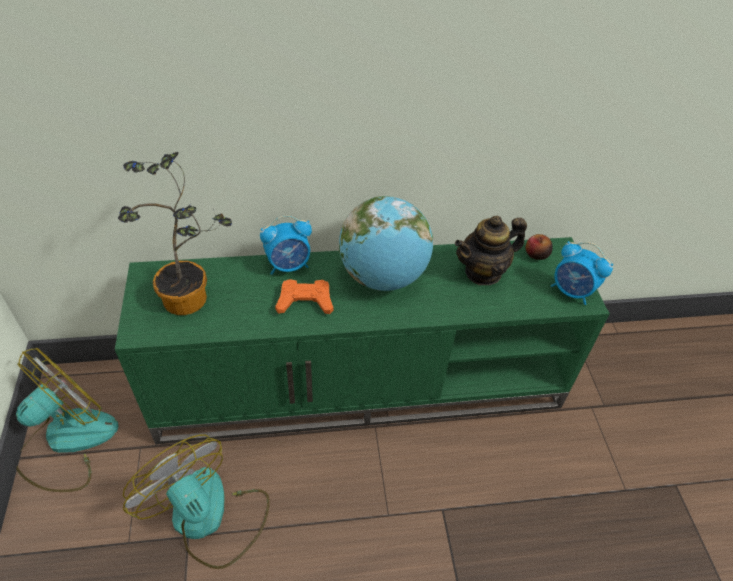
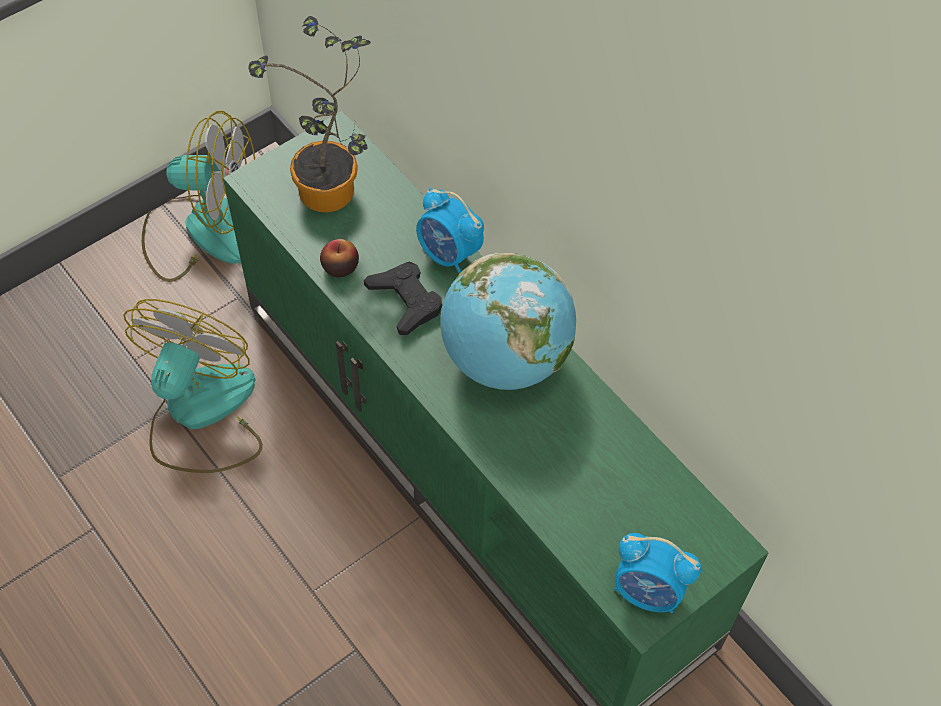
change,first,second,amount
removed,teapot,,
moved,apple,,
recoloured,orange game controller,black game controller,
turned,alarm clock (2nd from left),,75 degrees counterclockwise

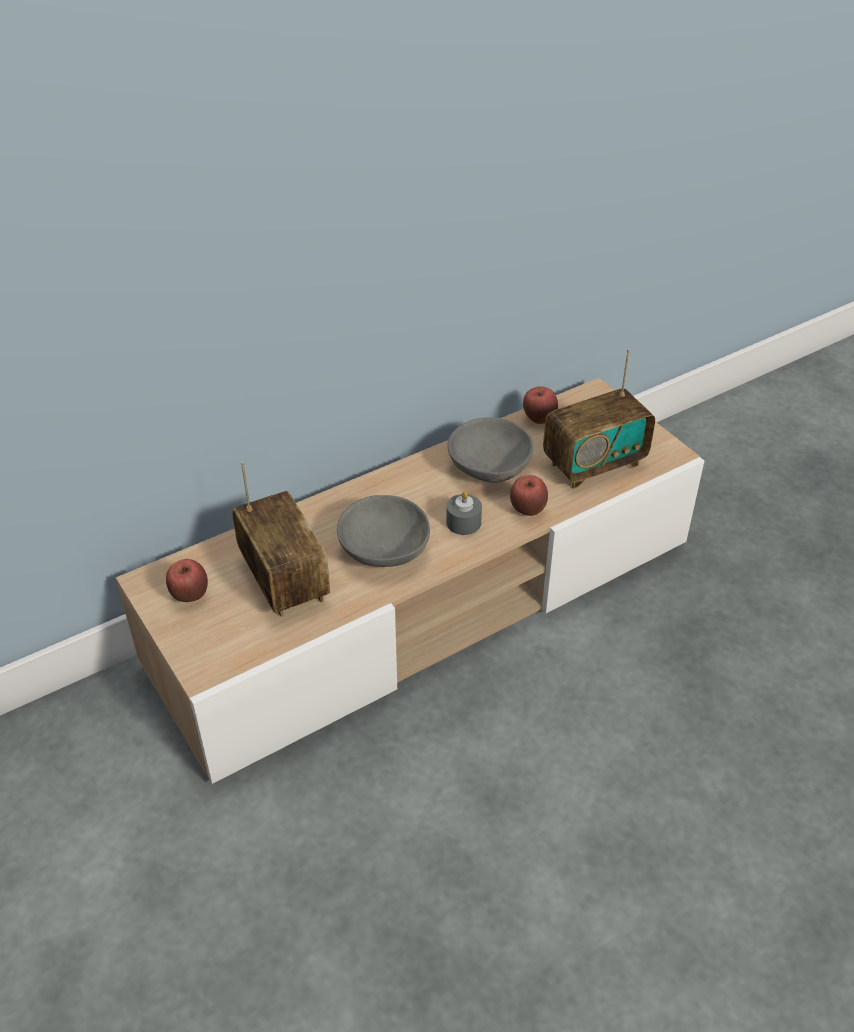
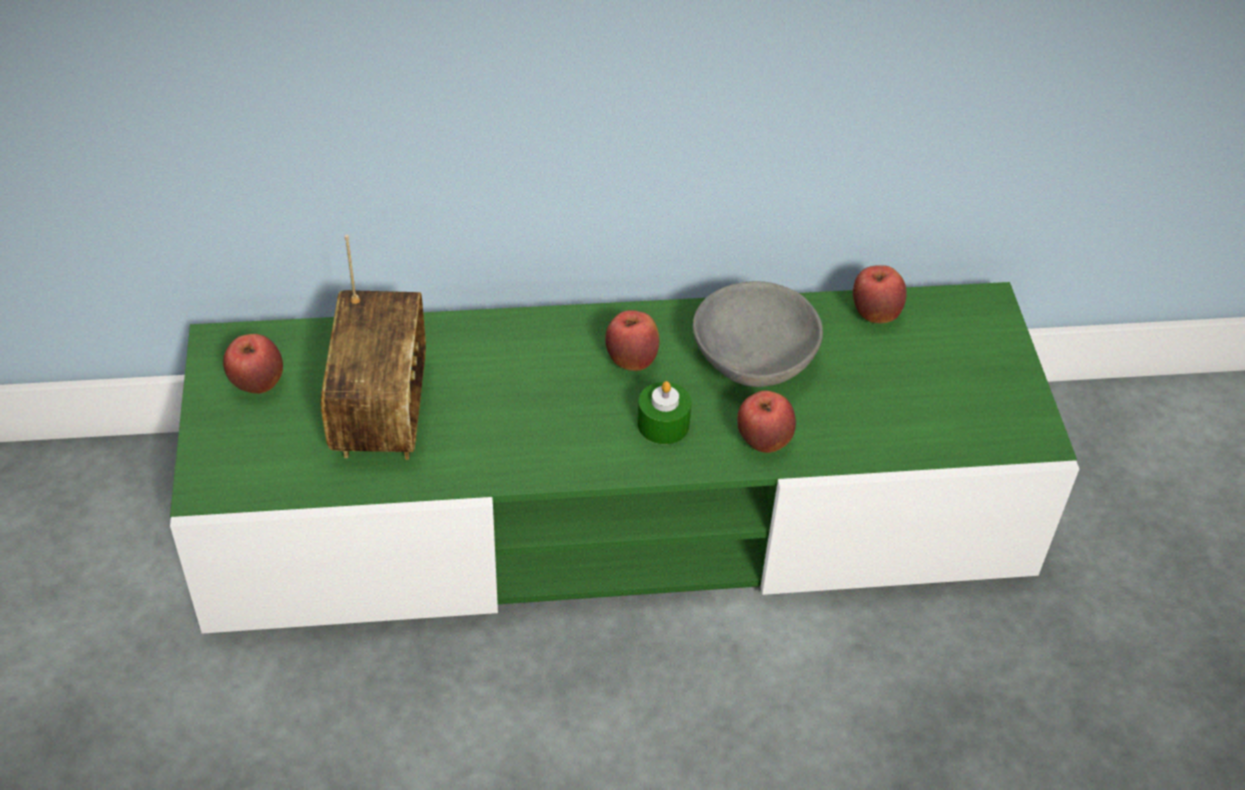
change,first,second,amount
removed,grey bowl (1st from left),,
removed,radio (2nd from left),,
added,,apple (2nd from left),
recoloured,beige tv stand,green tv stand,
recoloured,grey candle,green candle,

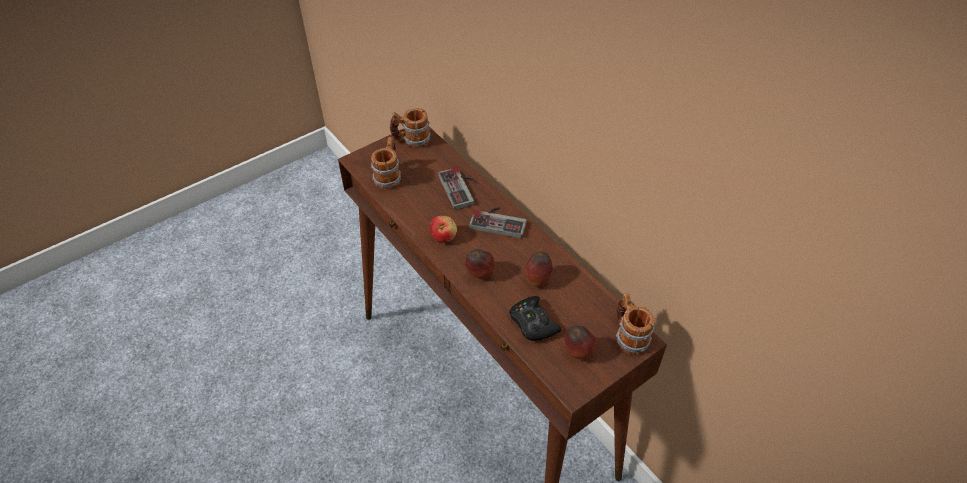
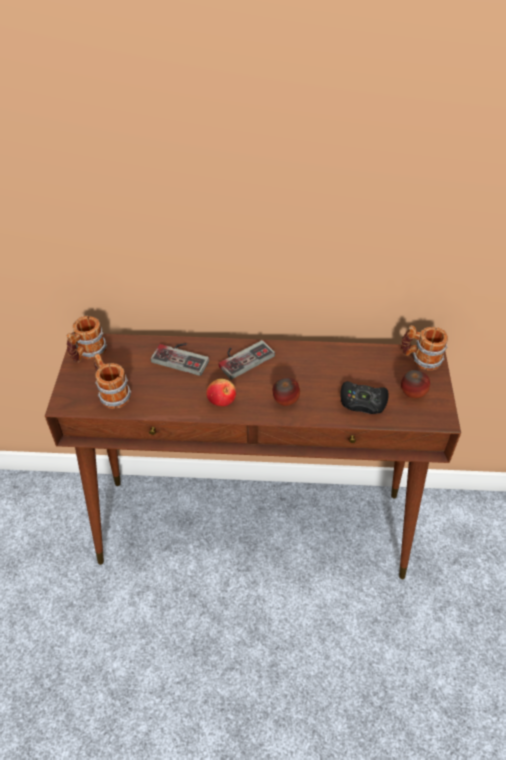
change,first,second,amount
removed,apple (3rd from left),,

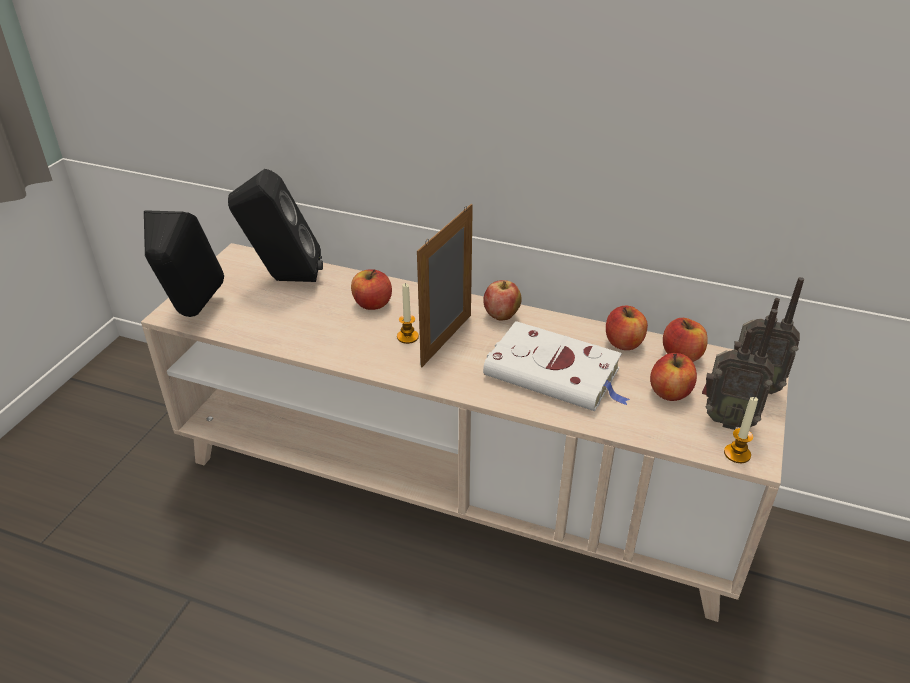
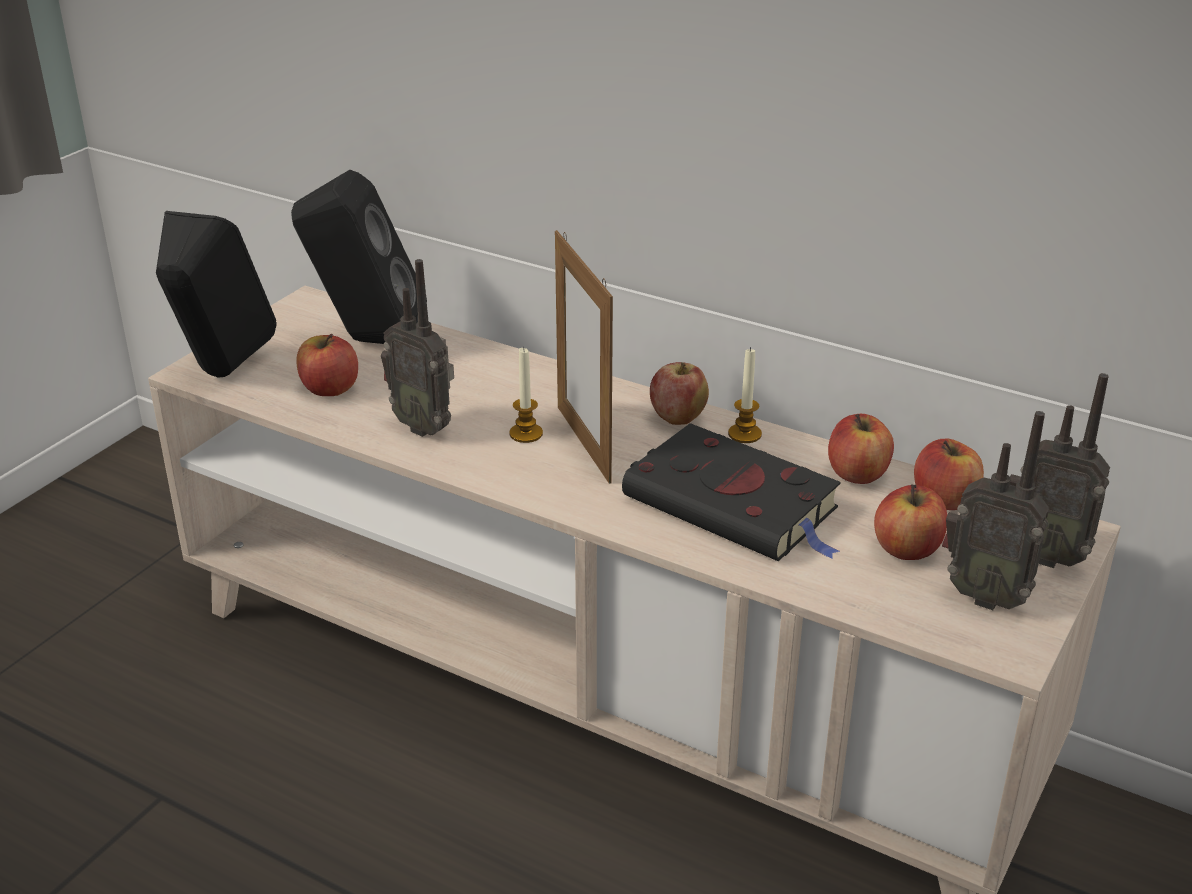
change,first,second,amount
added,,radio (1st from left),
moved,apple (1st from left),,
moved,candle (2nd from left),,
recoloured,white book,black book,
turned,picture frame,,60 degrees counterclockwise

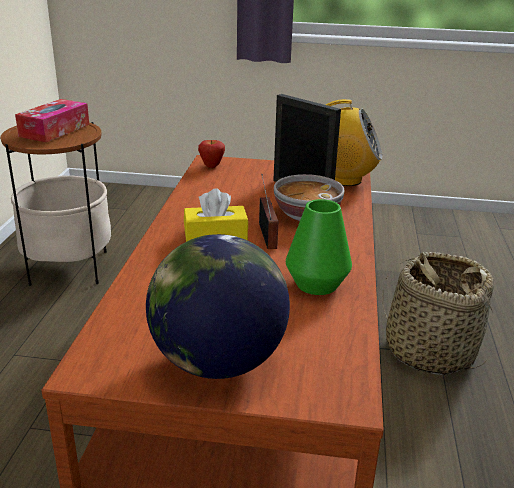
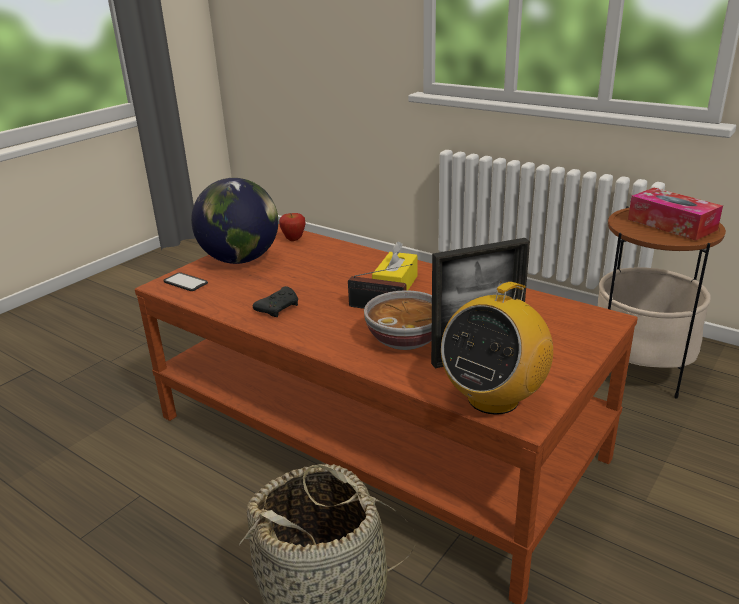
change,first,second,amount
added,,phone,
moved,apple,,
replaced,green vase,black game controller,

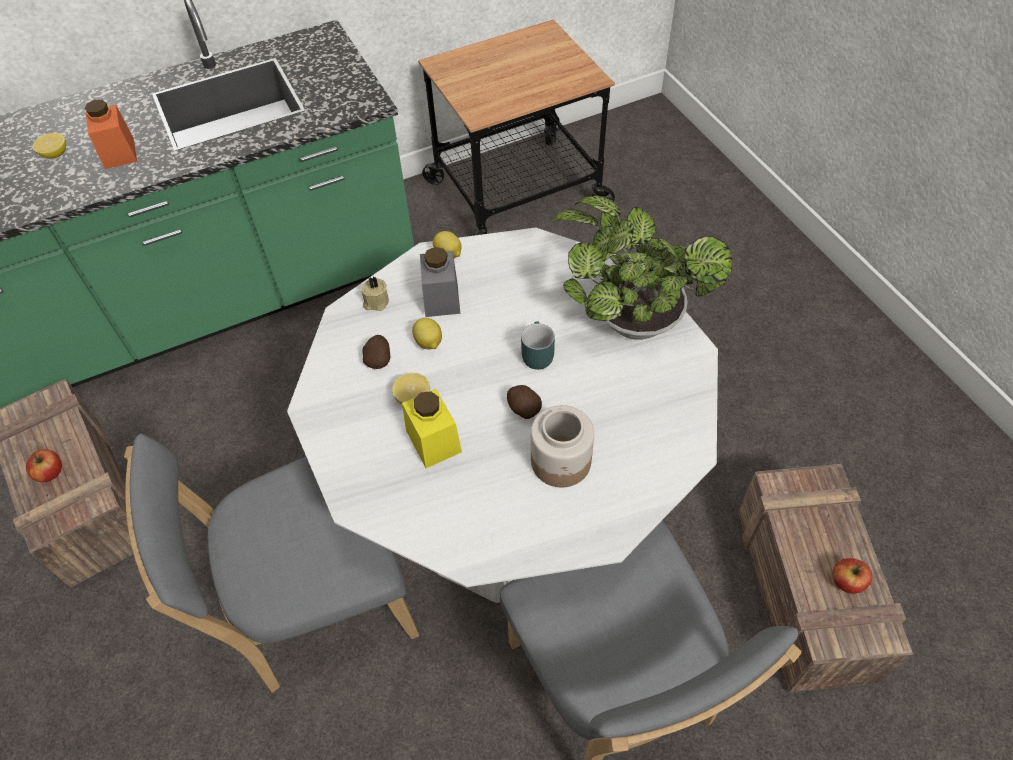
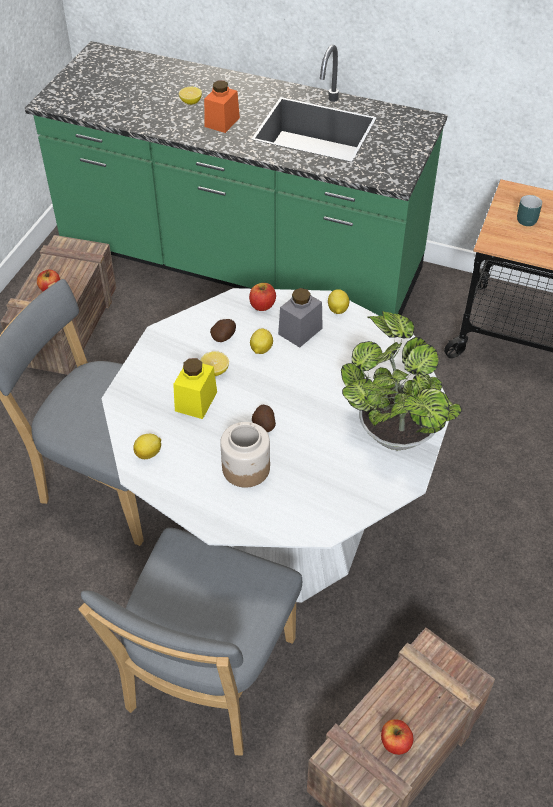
change,first,second,amount
added,,lemon (1st from left),
moved,turquoise mug,,
replaced,beige candle,apple (2nd from left),

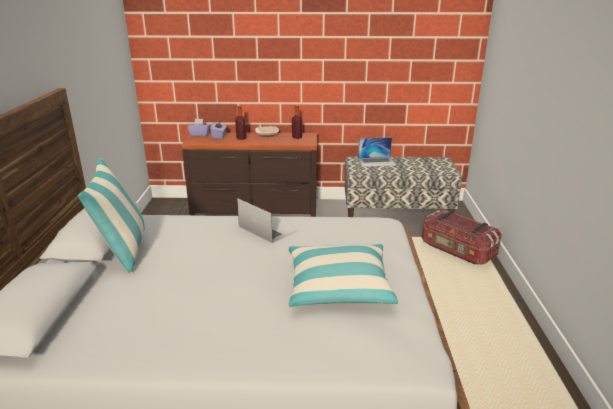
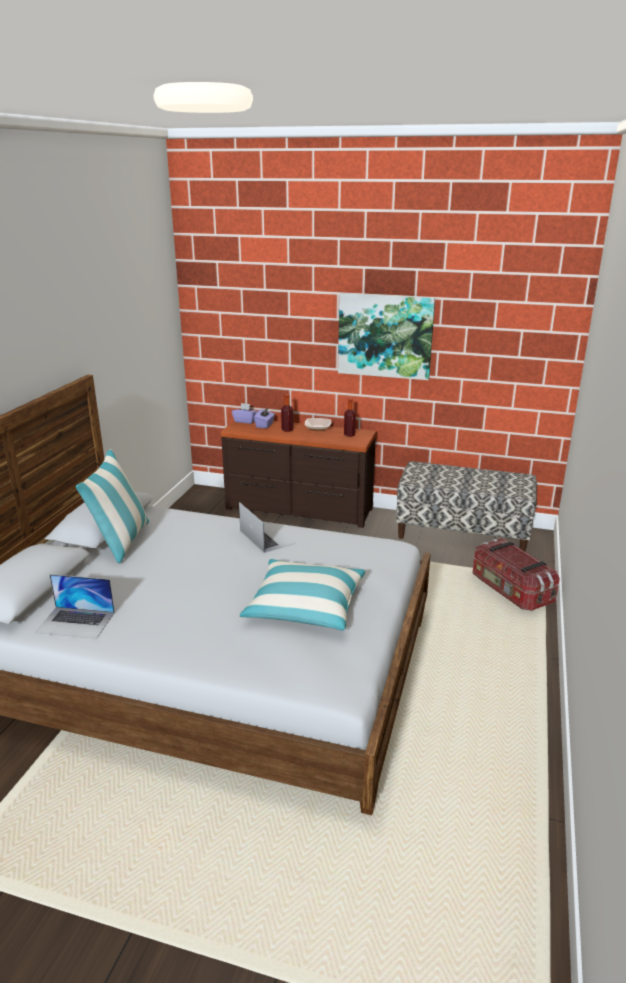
change,first,second,amount
added,,picture,
moved,laptop (2nd from left in the first image),laptop (1st from left),

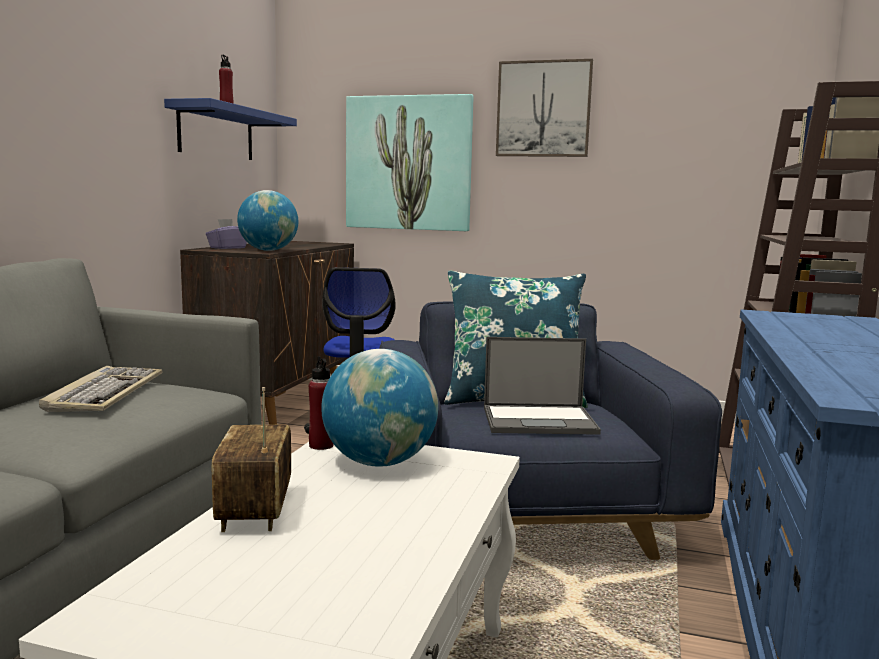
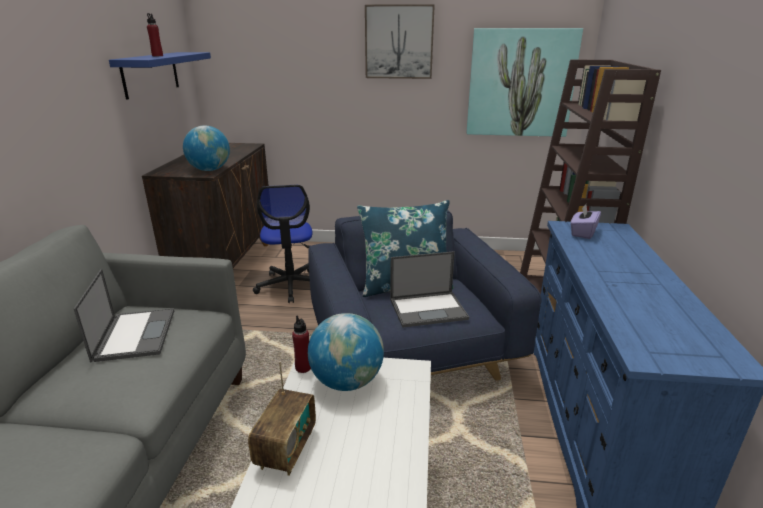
change,first,second,amount
moved,purple tissue box,,
moved,picture (1st from left in the first image),picture (2nd from left),
replaced,keyboard,laptop (1st from left),
turned,radio,,150 degrees counterclockwise

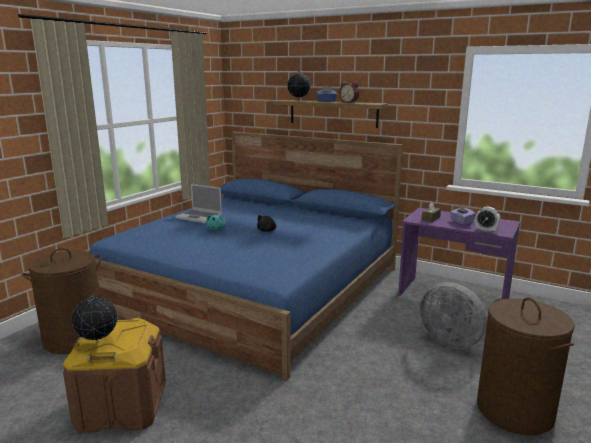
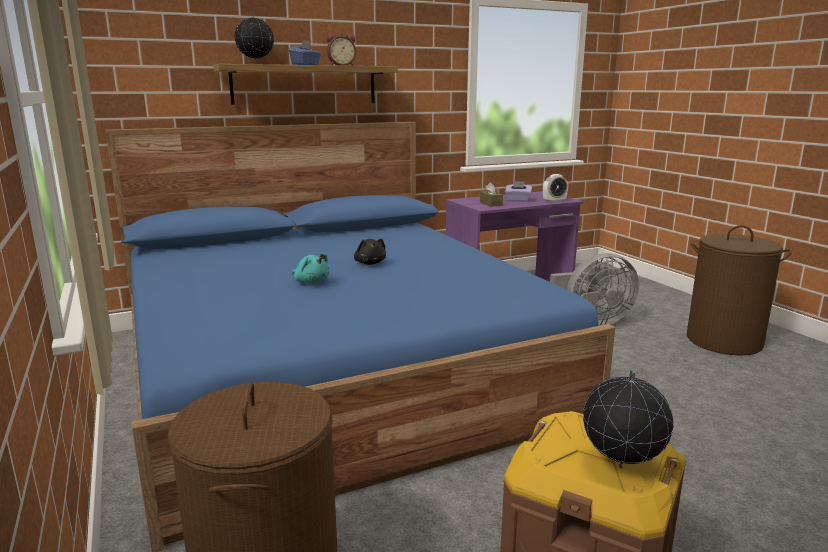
change,first,second,amount
removed,laptop,,

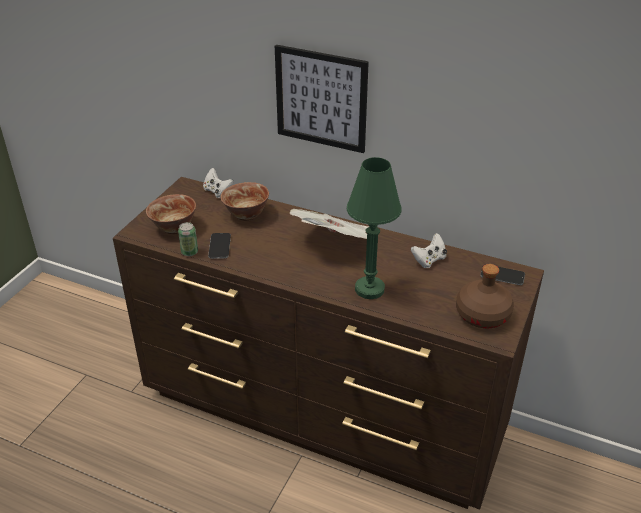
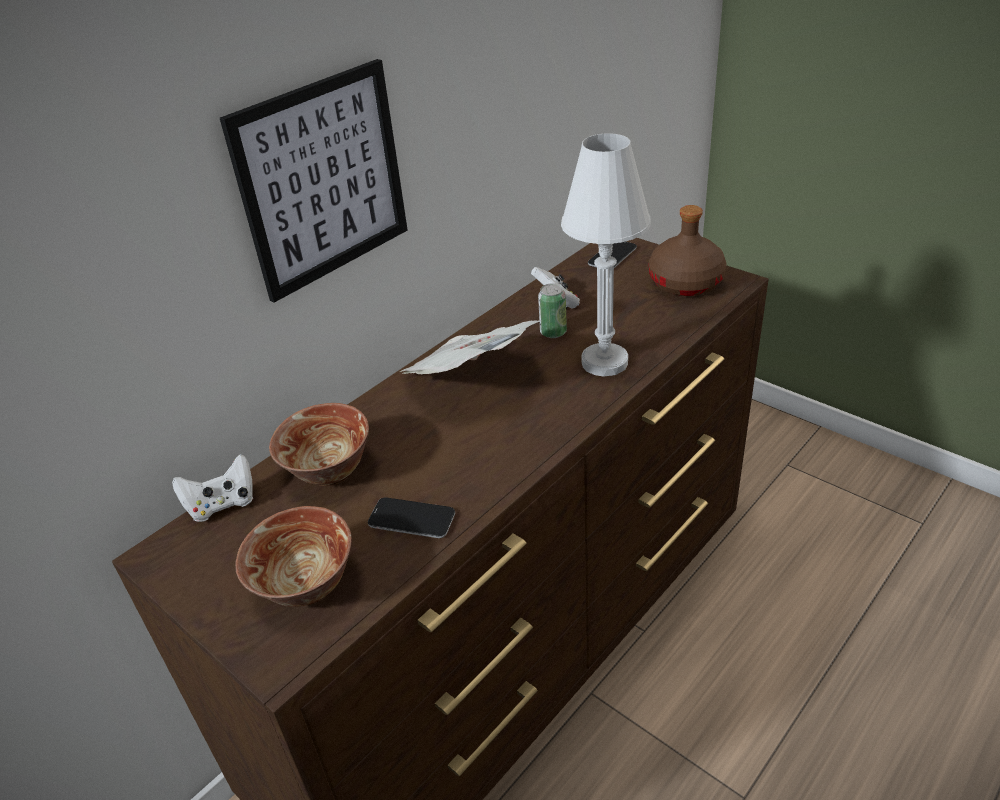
change,first,second,amount
moved,can,,
recoloured,green table lamp,white table lamp,

